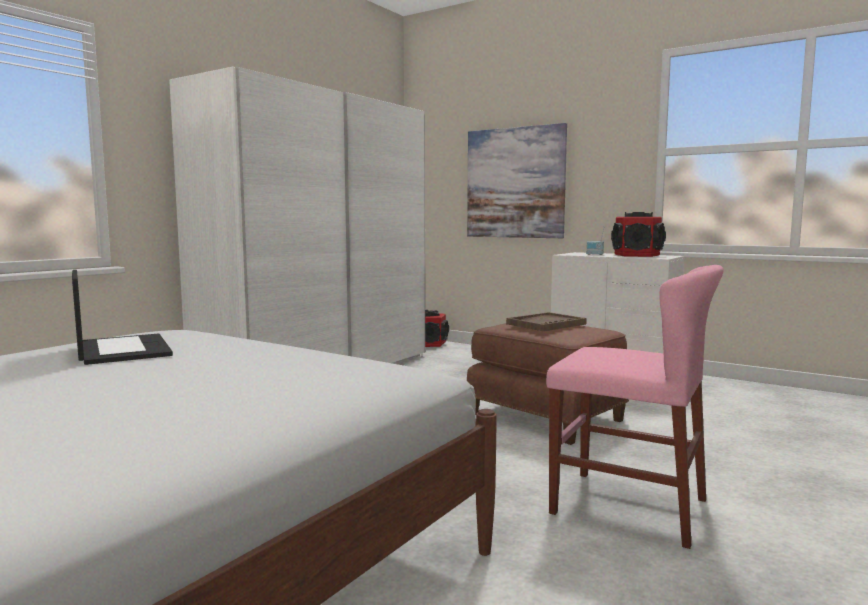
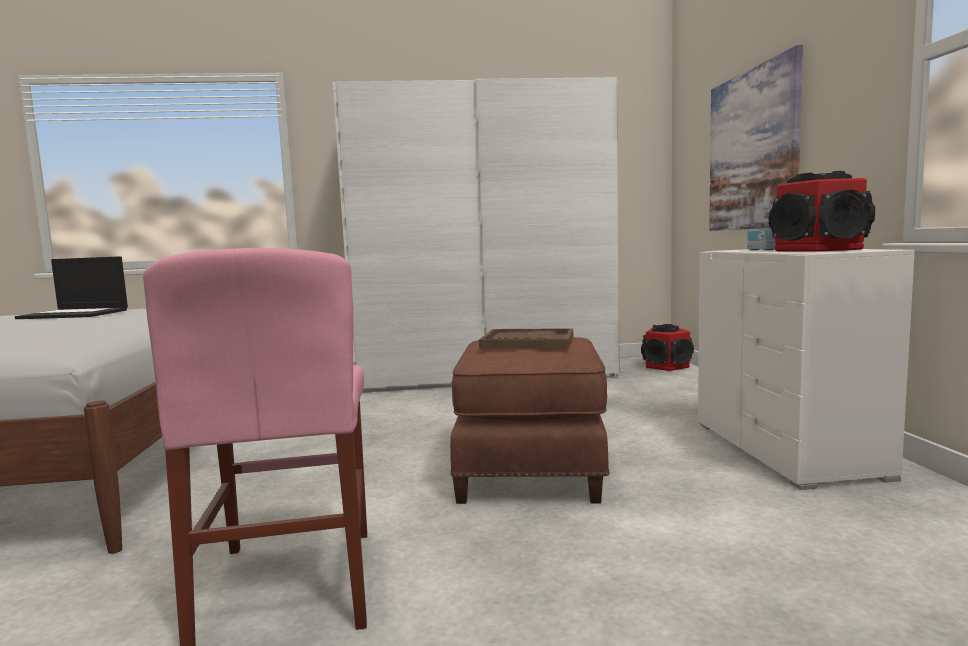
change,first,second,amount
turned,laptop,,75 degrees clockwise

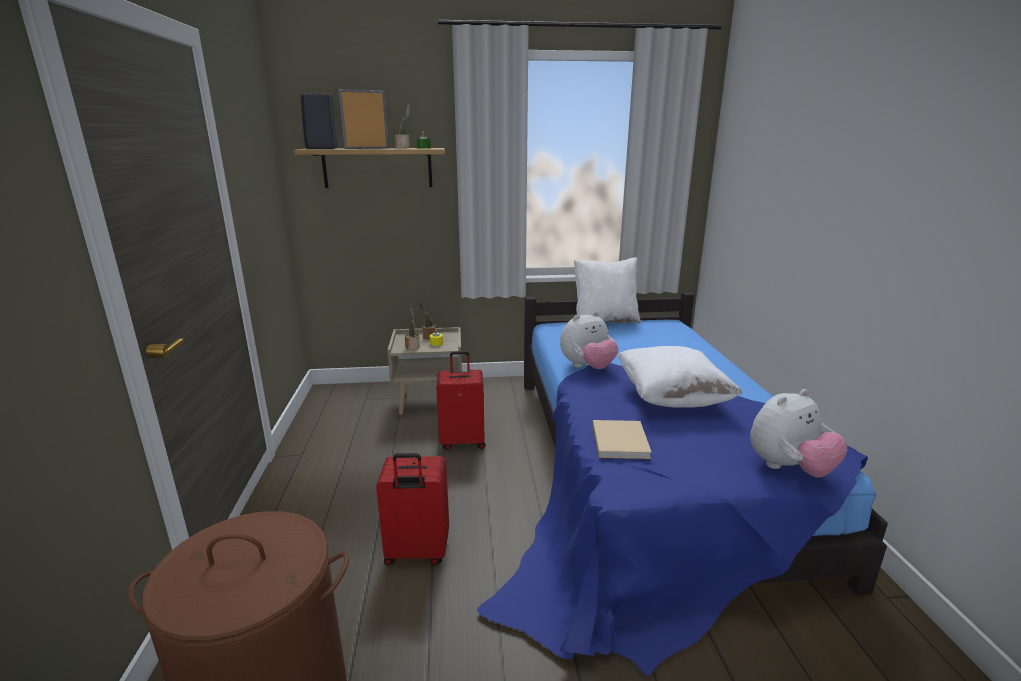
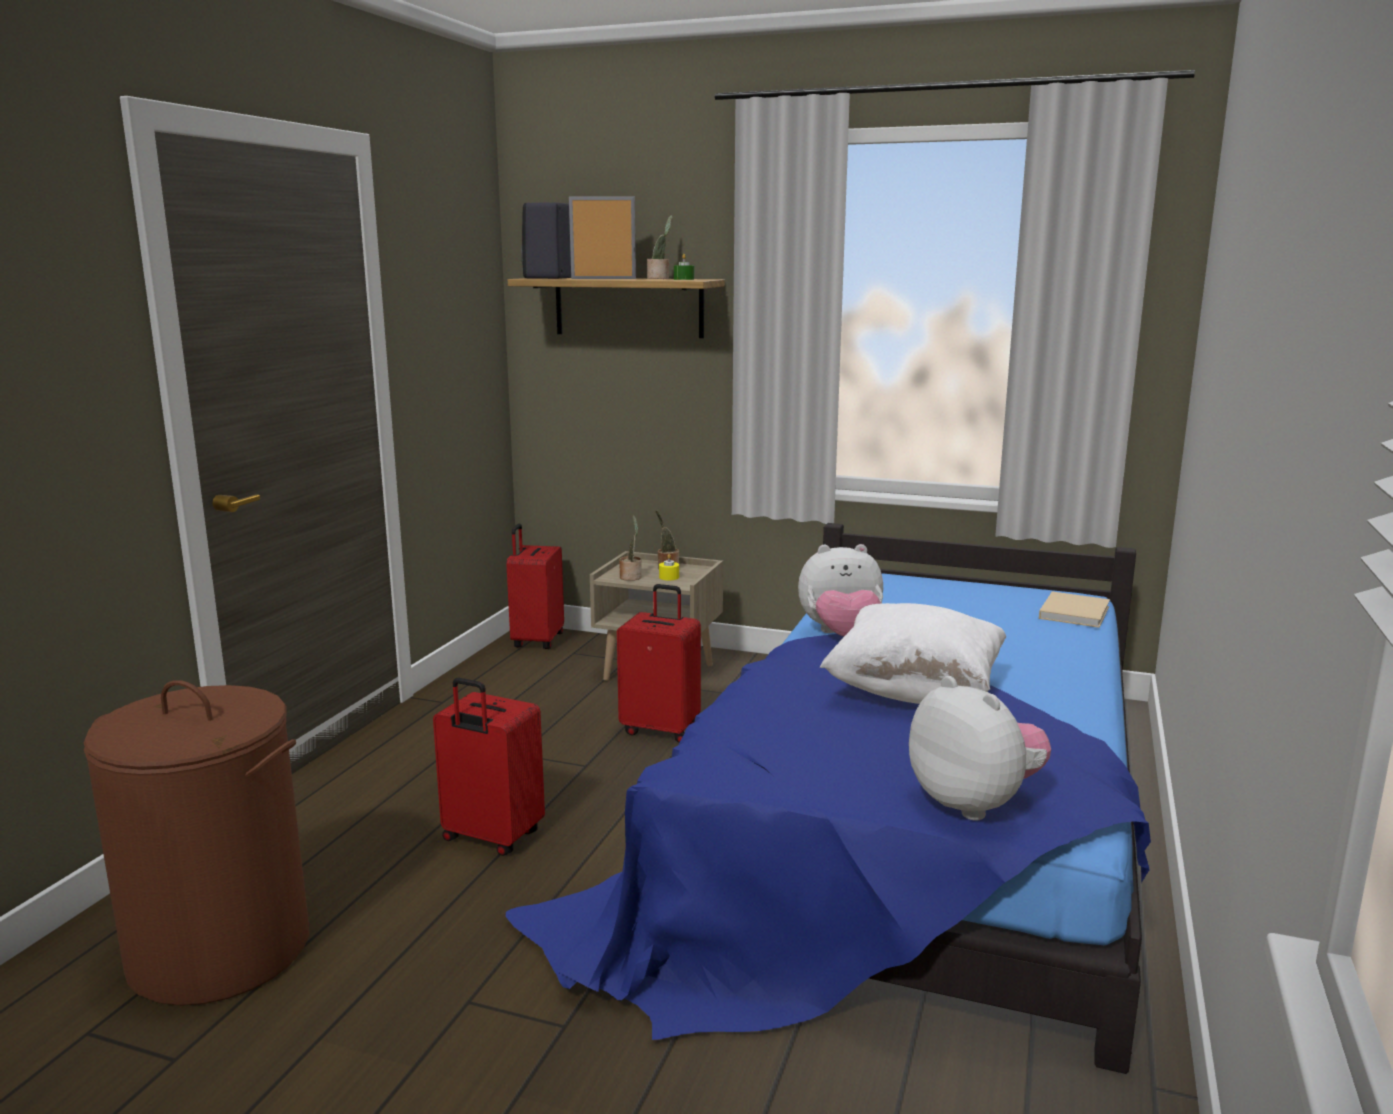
change,first,second,amount
removed,white pillow (1st from left),,
added,,red suitcase (2nd from left),
moved,beige book,,
turned,plush toy (2nd from left),,120 degrees counterclockwise

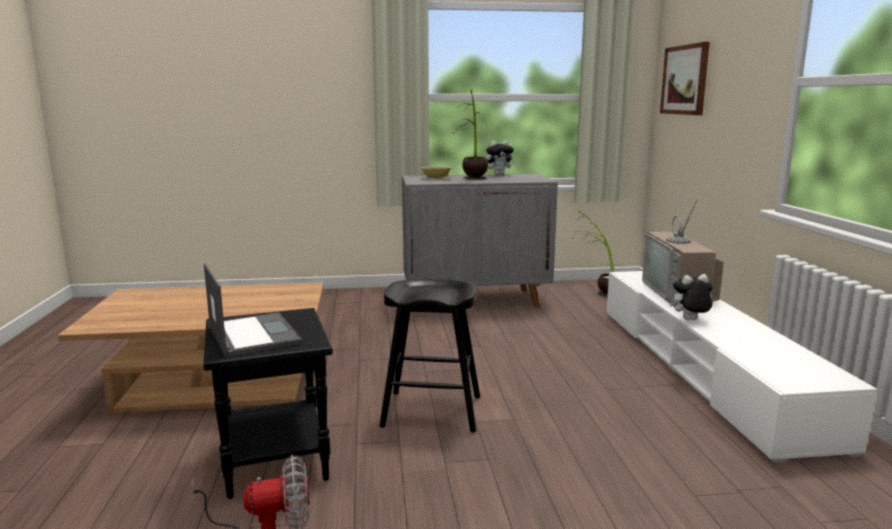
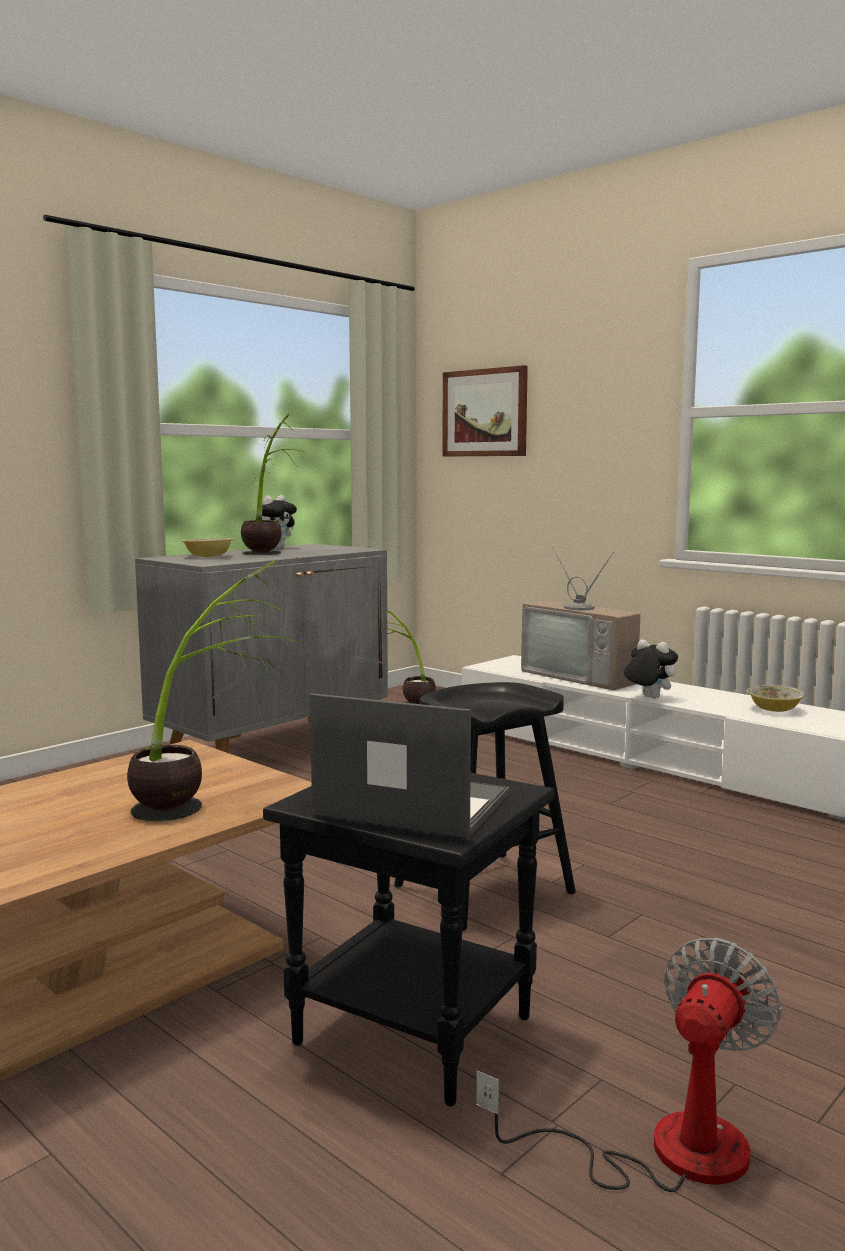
change,first,second,amount
added,,potted plant (1st from left),
added,,bowl (2nd from left),
turned,plush toy (2nd from left),,90 degrees clockwise

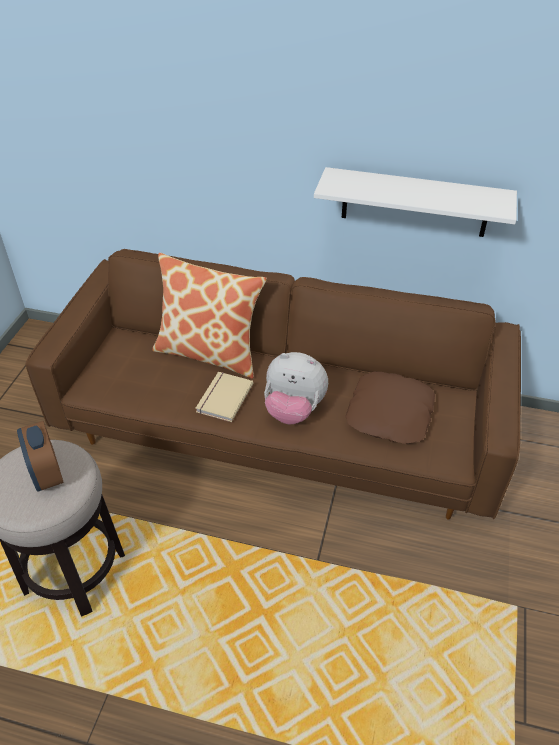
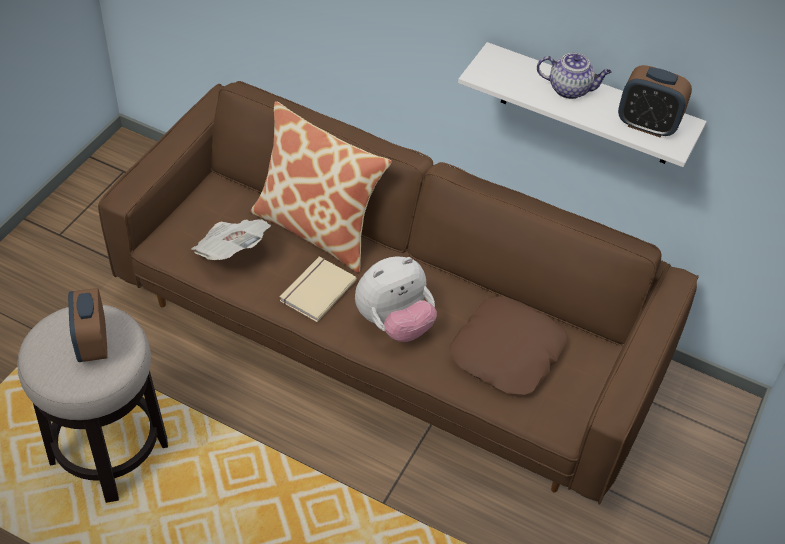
change,first,second,amount
added,,newspaper,
added,,teapot,
added,,alarm clock (2nd from left),
turned,plush toy,,60 degrees counterclockwise

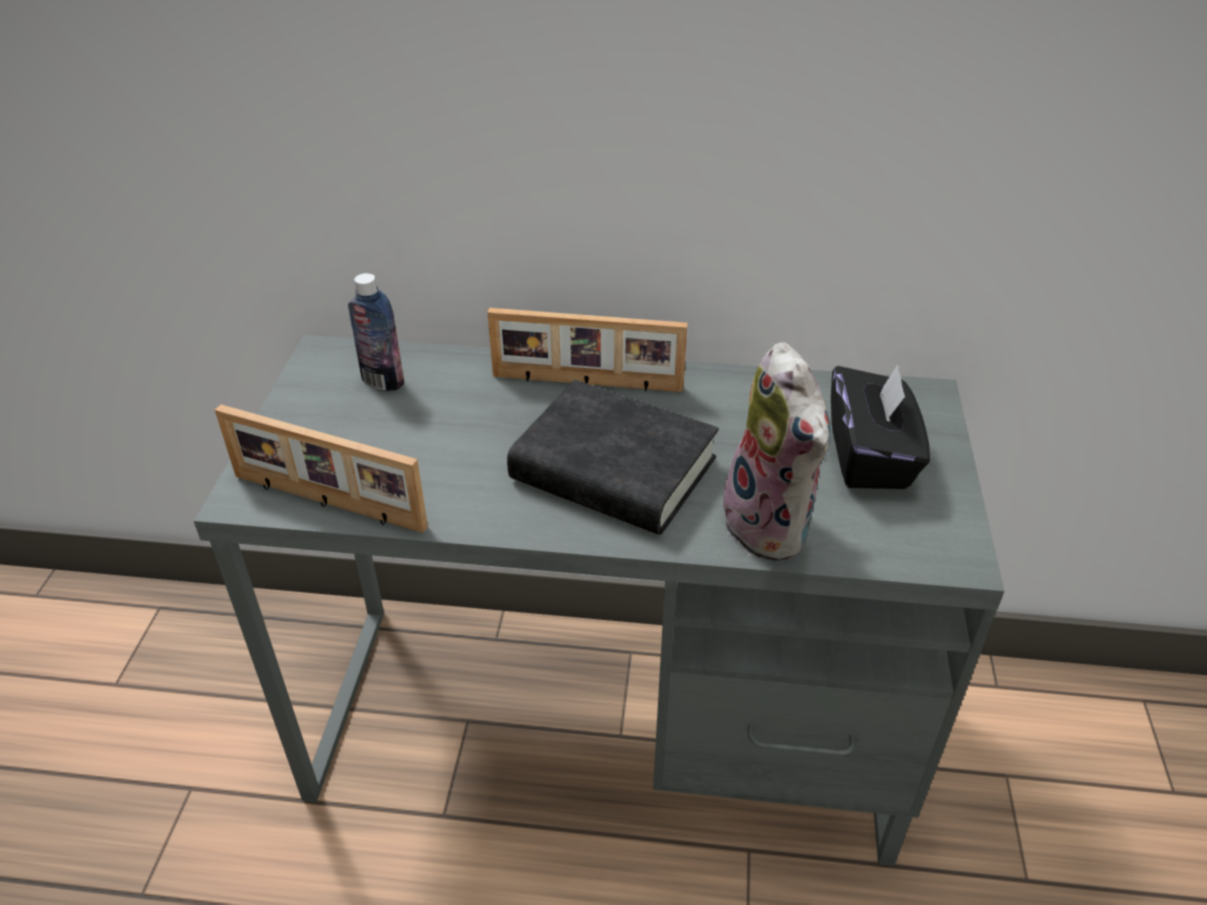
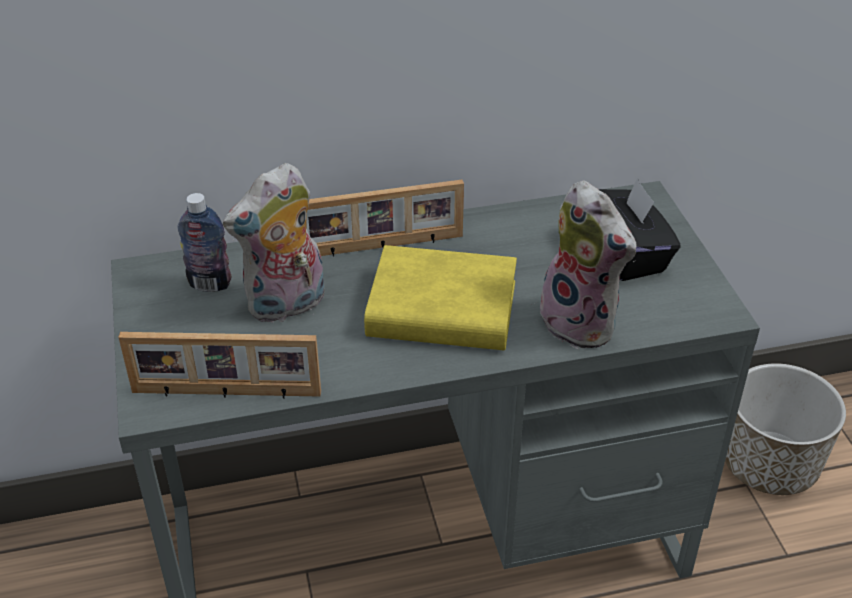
change,first,second,amount
added,,plush toy (1st from left),
added,,planter,
recoloured,black book,yellow book,

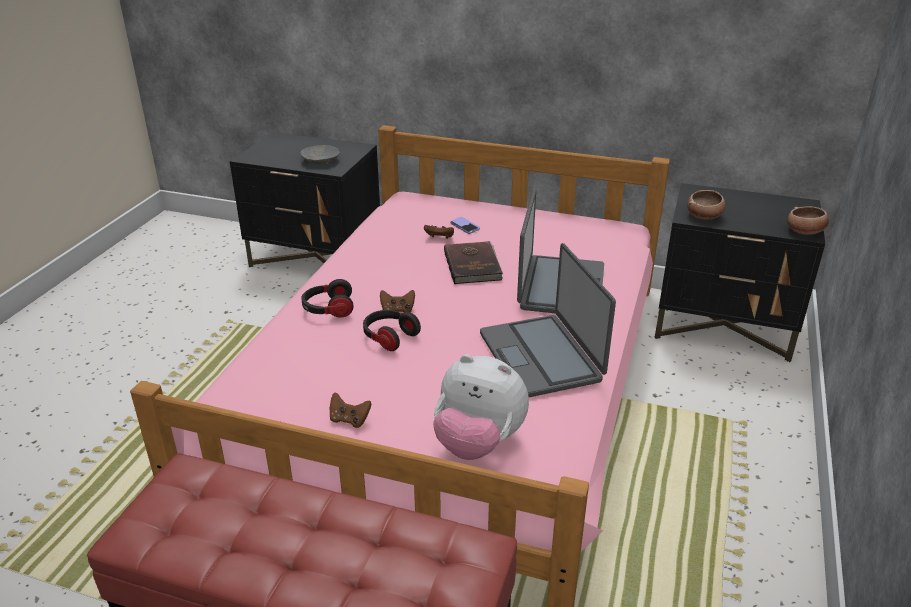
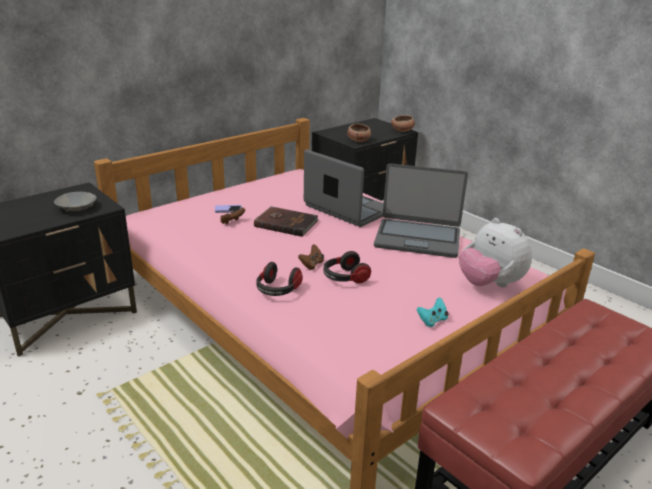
change,first,second,amount
recoloured,brown game controller (1st from left),turquoise game controller,
turned,plush toy,,90 degrees clockwise

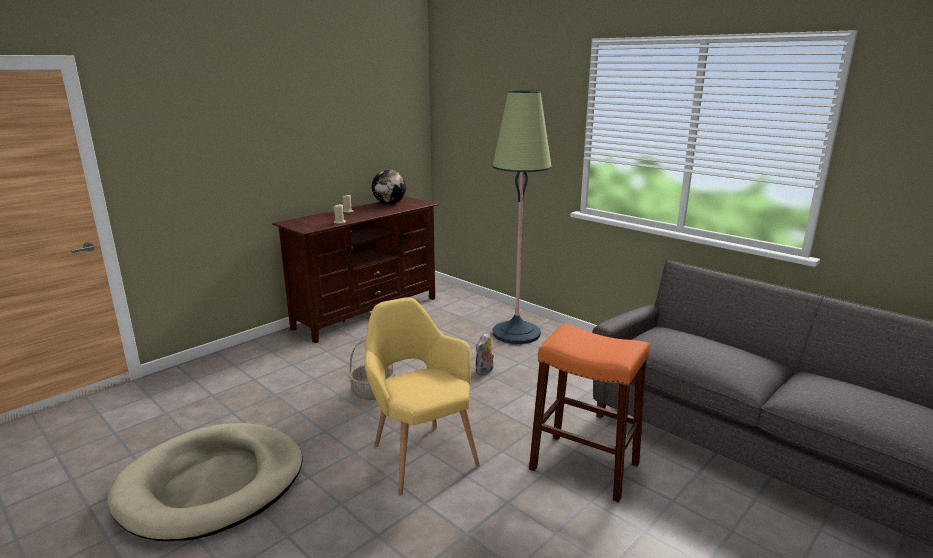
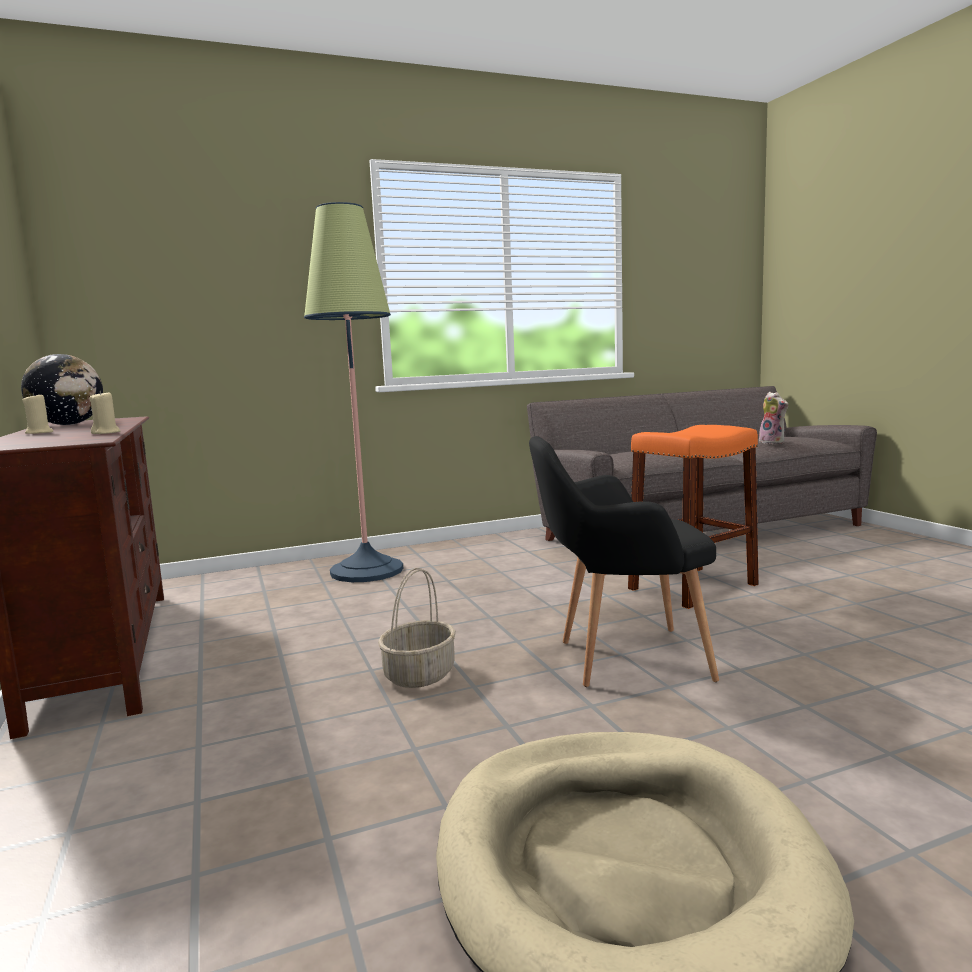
change,first,second,amount
moved,plush toy,,
recoloured,yellow armchair,black armchair,

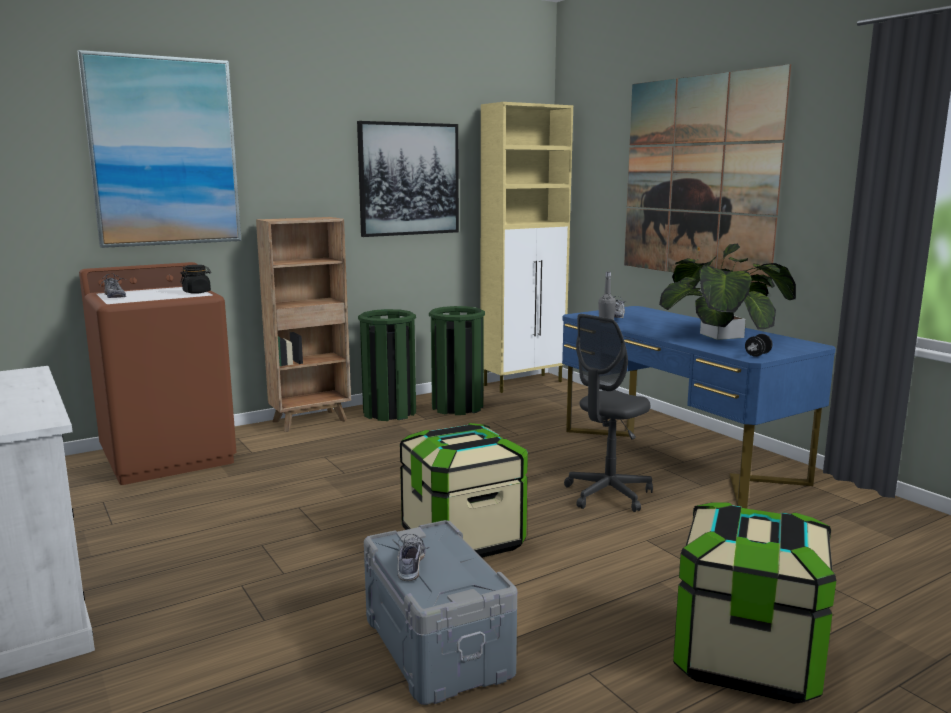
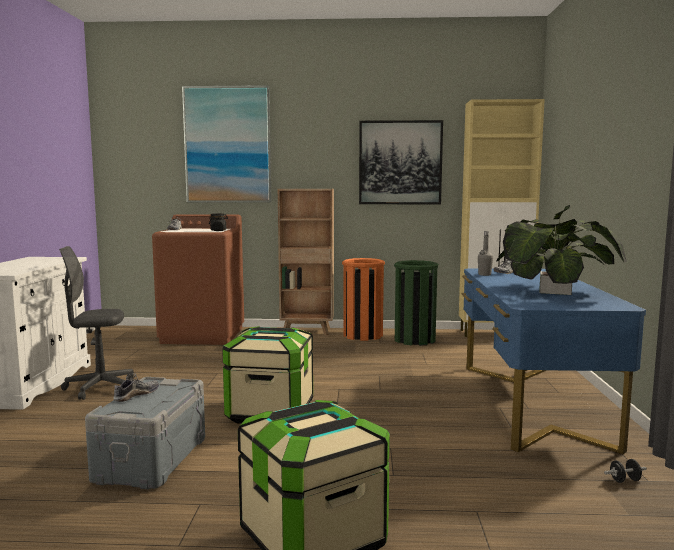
change,first,second,amount
removed,picture (3rd from left),,
moved,grey office chair,,
moved,black dumbbell,,
recoloured,green trash can (1st from left),orange trash can,

